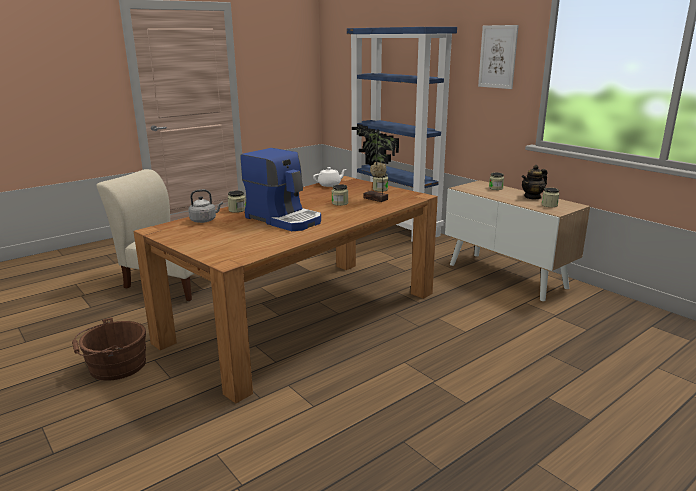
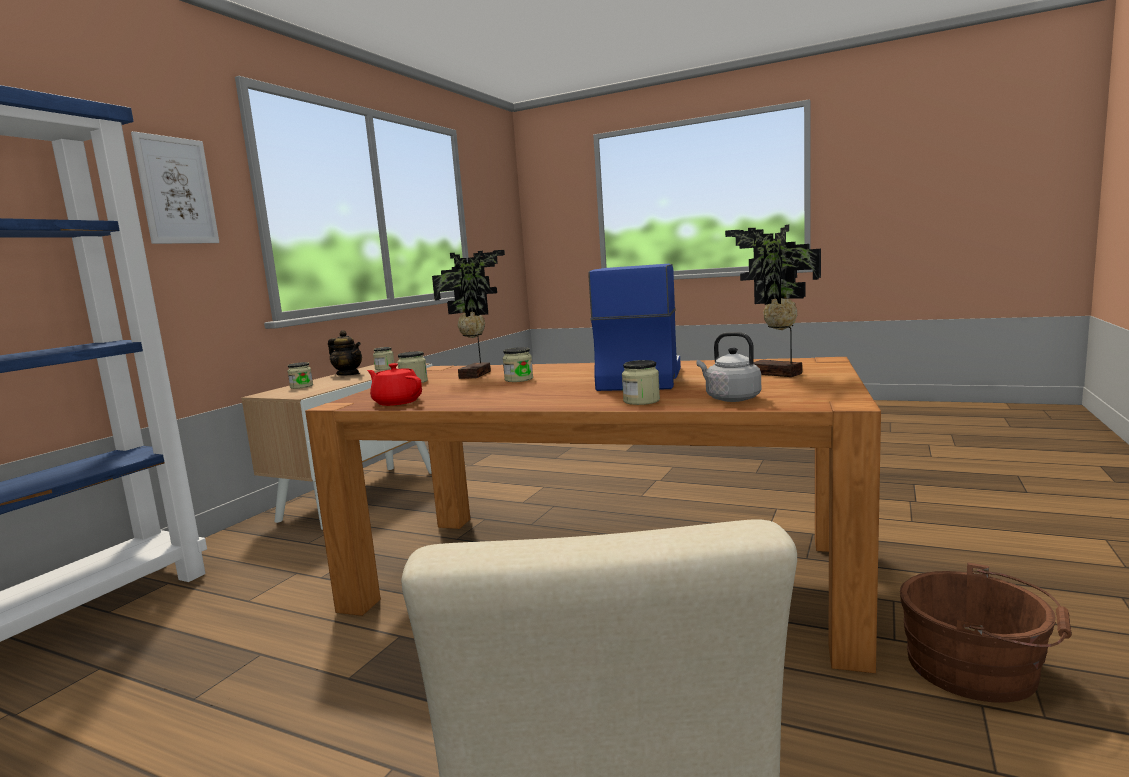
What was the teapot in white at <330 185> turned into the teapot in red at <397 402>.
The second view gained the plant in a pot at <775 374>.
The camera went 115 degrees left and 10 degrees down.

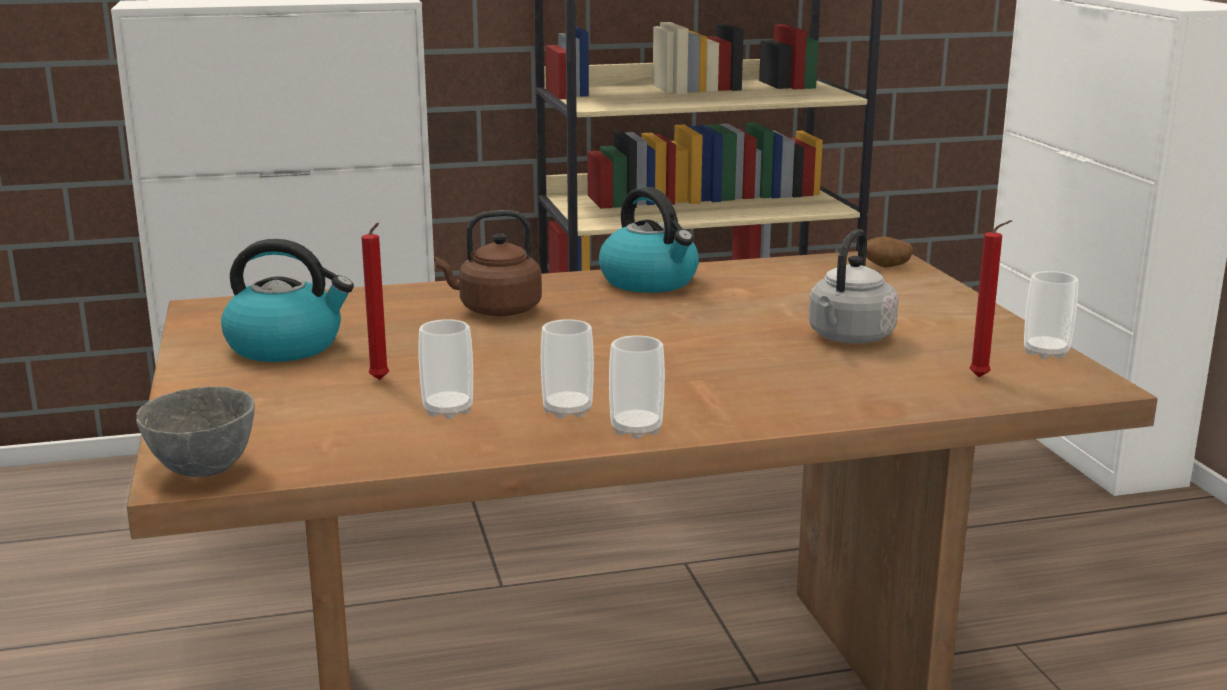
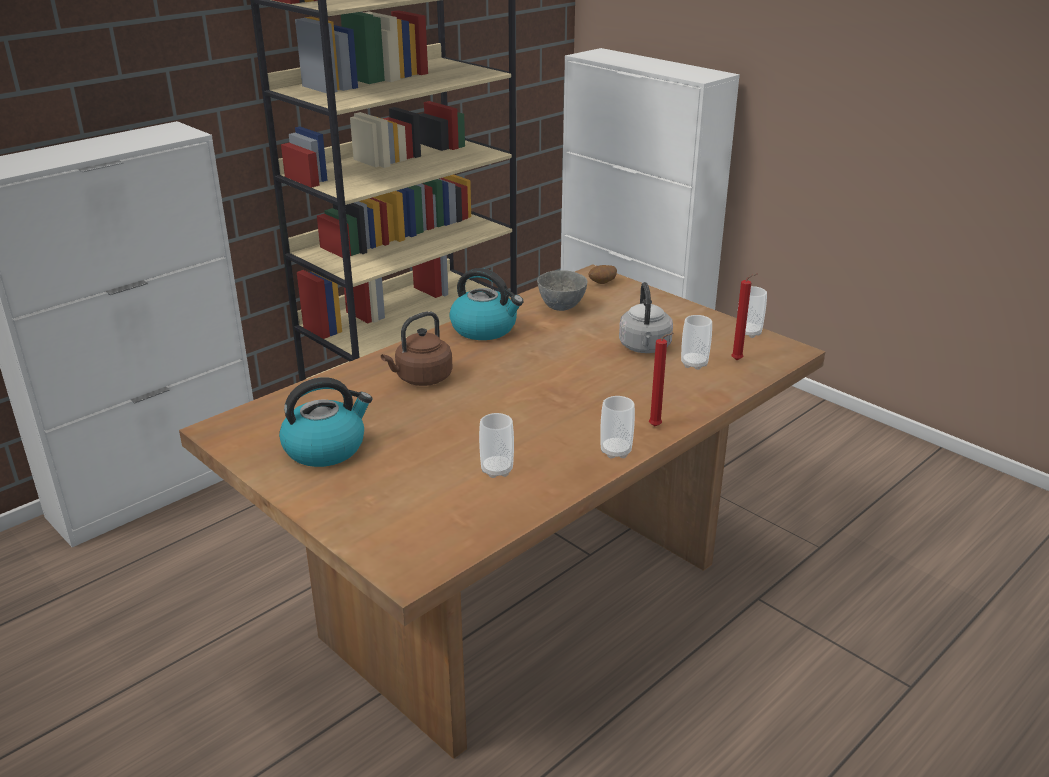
The wax candle in red ended up elsewhere, having gone from <381 381> to <657 427>.
The small cup ended up elsewhere, having gone from <567 410> to <694 364>.
The deep dish in gray ended up elsewhere, having gone from <205 470> to <562 307>.
The camera went 30 degrees left and 10 degrees up.

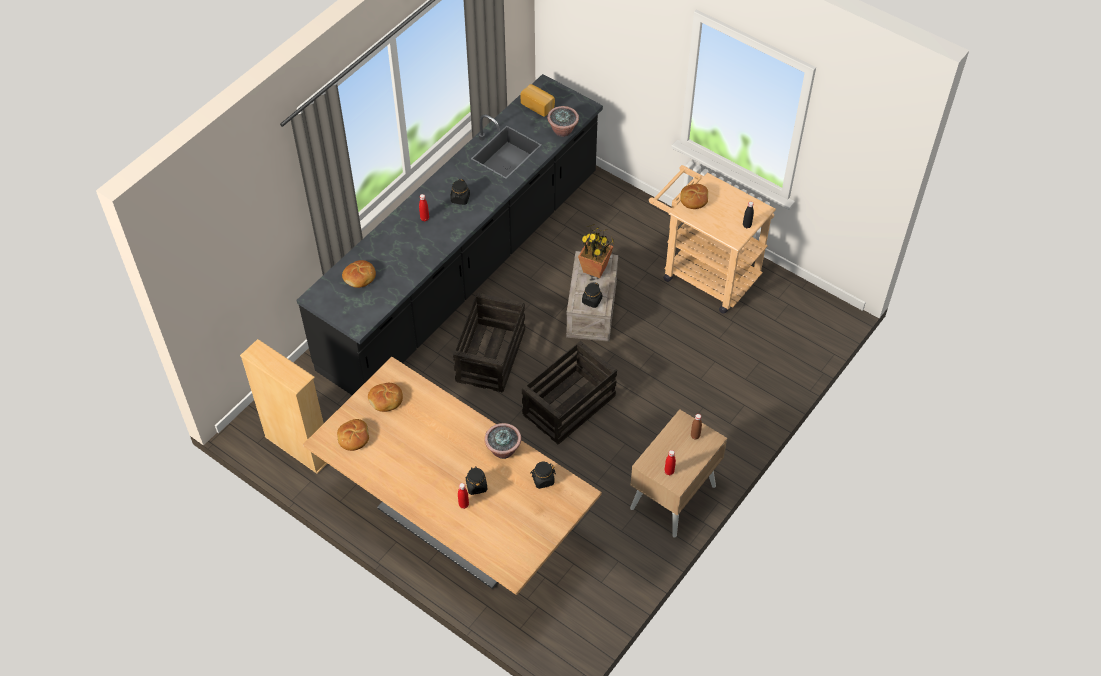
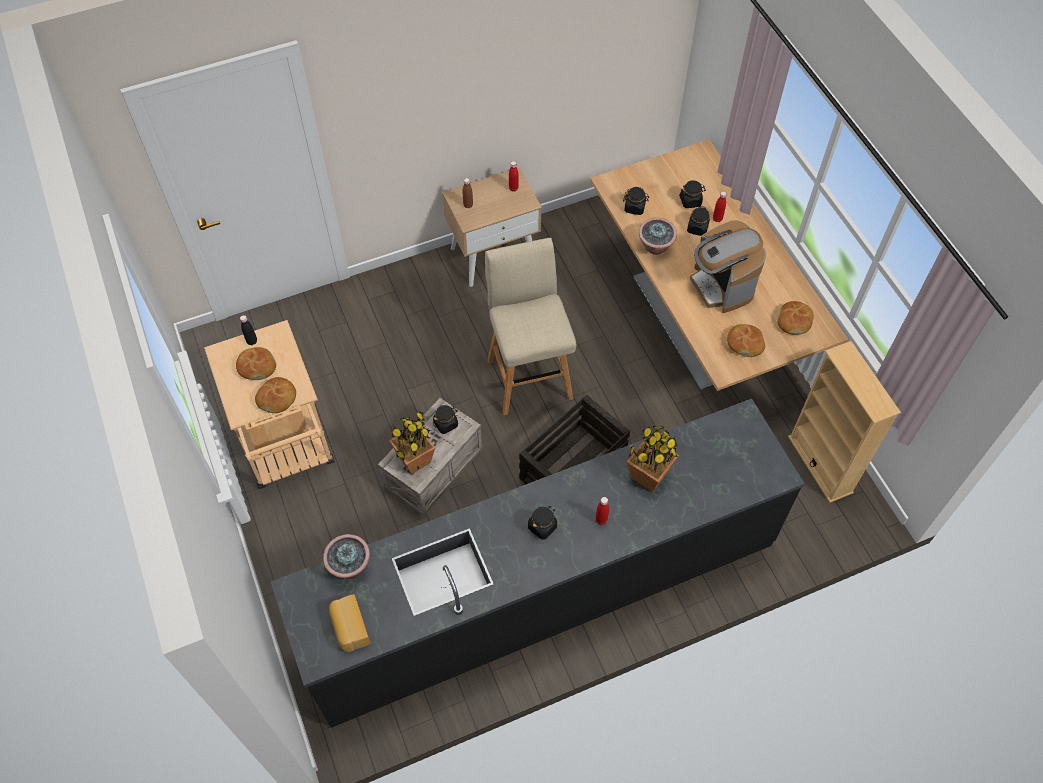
The baked bread ended up elsewhere, having gone from <360 277> to <257 367>.
Where the crate stood at <568 406>, the stool seat in beige-coloured came to stand at <529 376>.
The second view gained the preserve jar in black-coloured at <690 201>.
The second view gained the coffee brewer at <721 286>.
The second view gained the plant in a pot at <648 476>.
The camera went 150 degrees left and 5 degrees up.

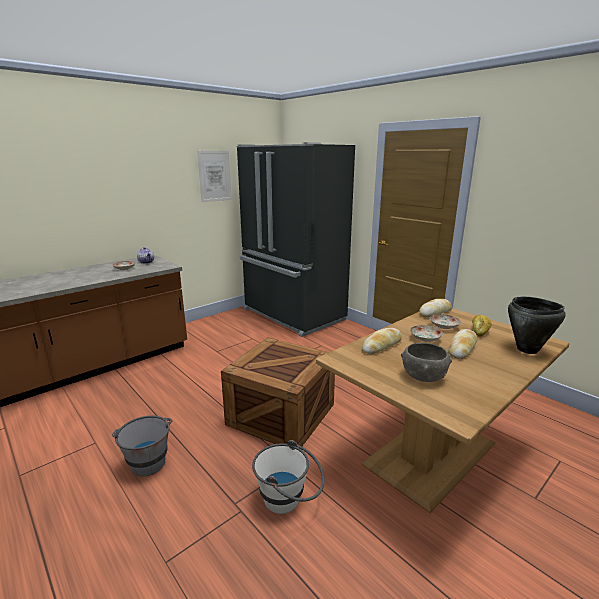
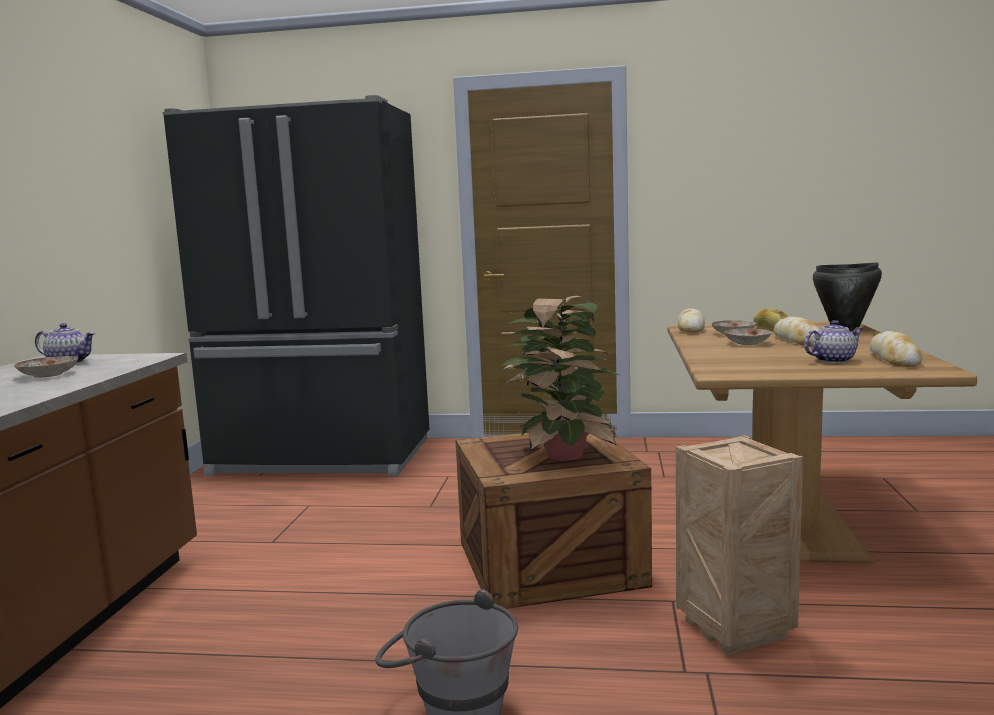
The second view lost the wall picture at <214 176>.
The baked bread ended up elsewhere, having gone from <381 345> to <894 359>.
Where the deep dish in gray stood at <423 376>, the teapot came to stand at <833 360>.
Where the pail in white stood at <289 500>, the crate came to stand at <737 630>.
The second view gained the plant in a pot at <562 456>.
The camera went 40 degrees left and 10 degrees down.

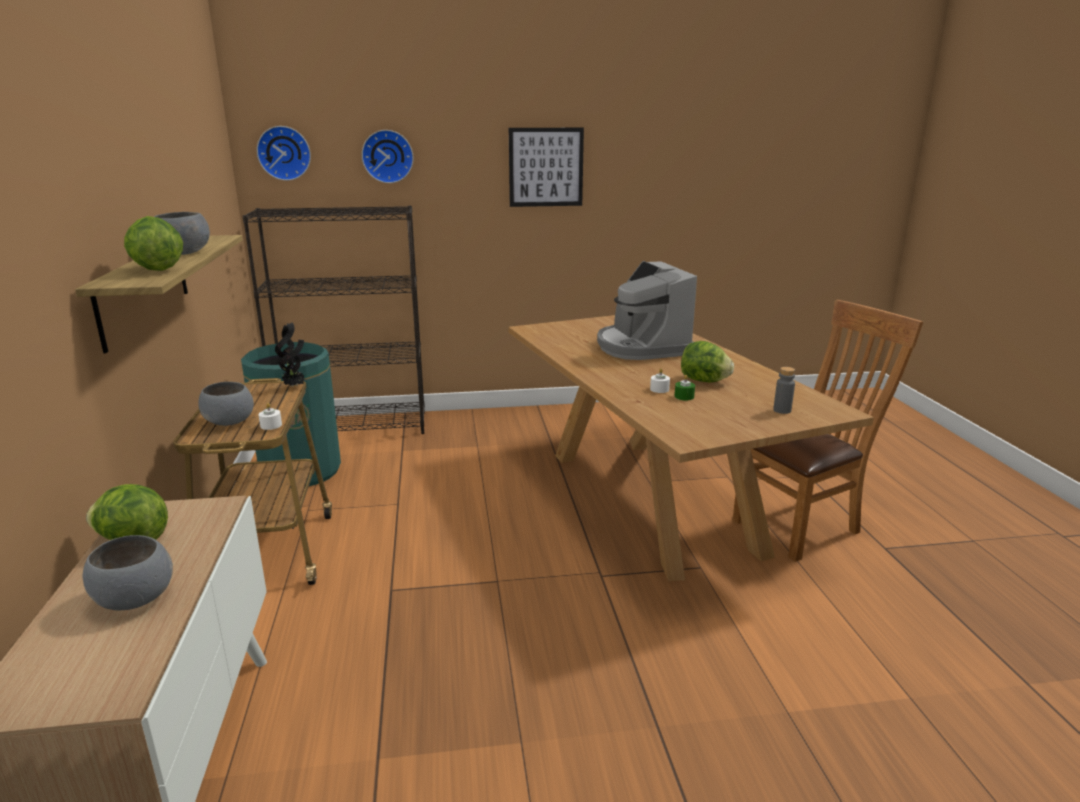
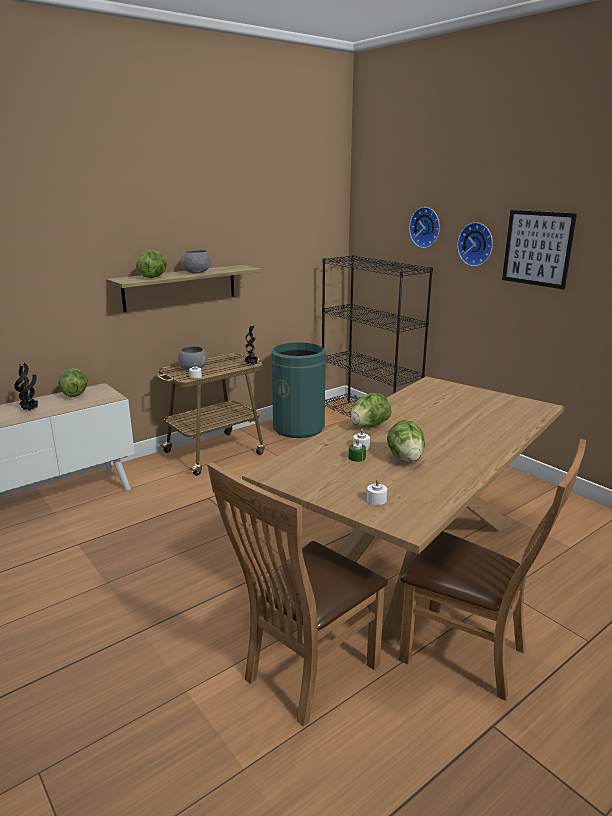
The clock on the wall ended up elsewhere, having gone from <284 153> to <476 244>.
The second view lost the coffee brewer at <641 347>.
Where the bottle in gray stood at <782 410>, the wax candle in white came to stand at <376 499>.
Where the deep dish in gray stood at <135 599>, the plant in a pot came to stand at <30 410>.
The second view gained the head of lettuce at <369 426>.
The second view gained the upright chair in brown at <304 674>.
The camera went 60 degrees right and 0 degrees up.

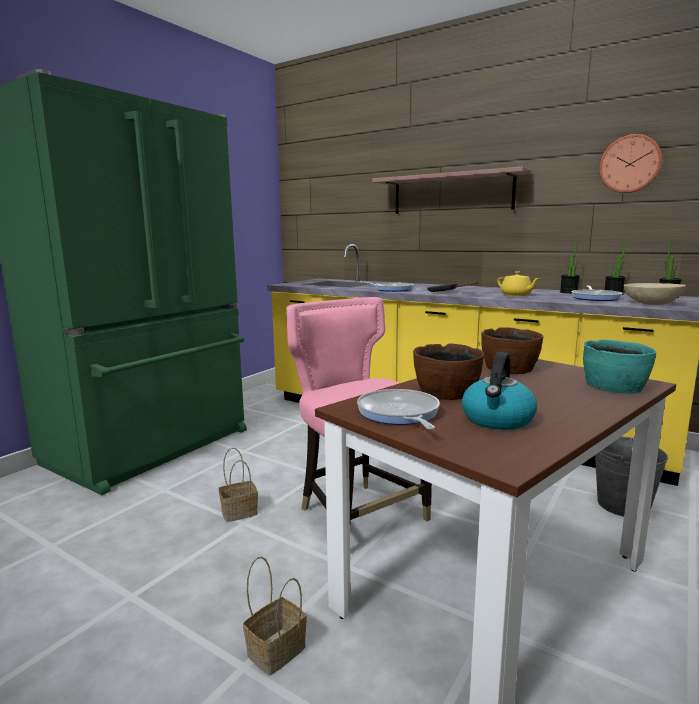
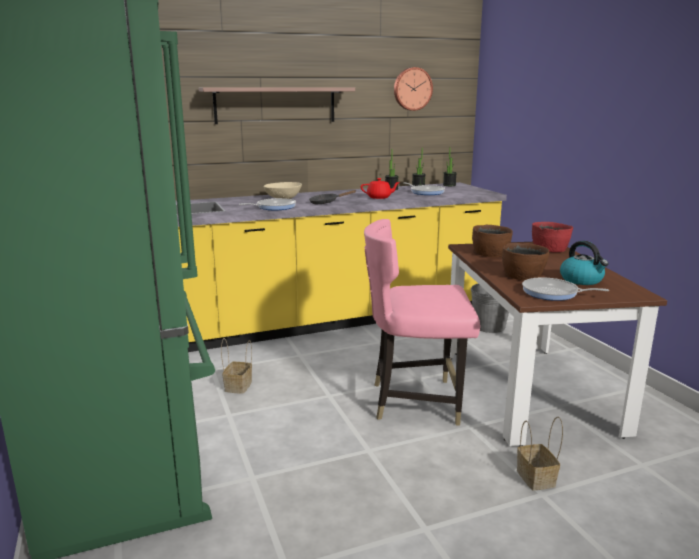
What was the teapot in yellow at <516 295> turned into the teapot in red at <379 197>.
The deep dish in beige-coloured ended up elsewhere, having gone from <652 304> to <283 198>.
What was the deep dish in blue-green at <615 386> turned into the deep dish in red at <549 249>.
The basket ended up elsewhere, having gone from <238 513> to <238 387>.
The camera went 55 degrees left and 5 degrees up.

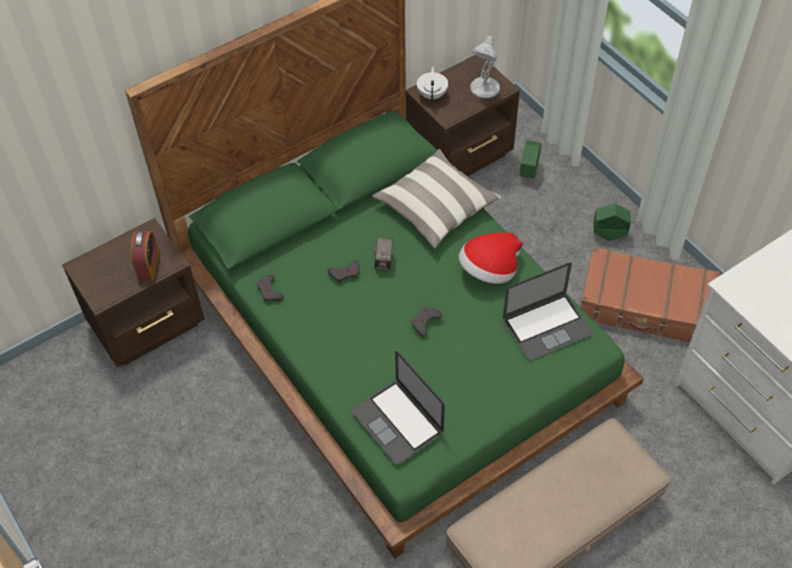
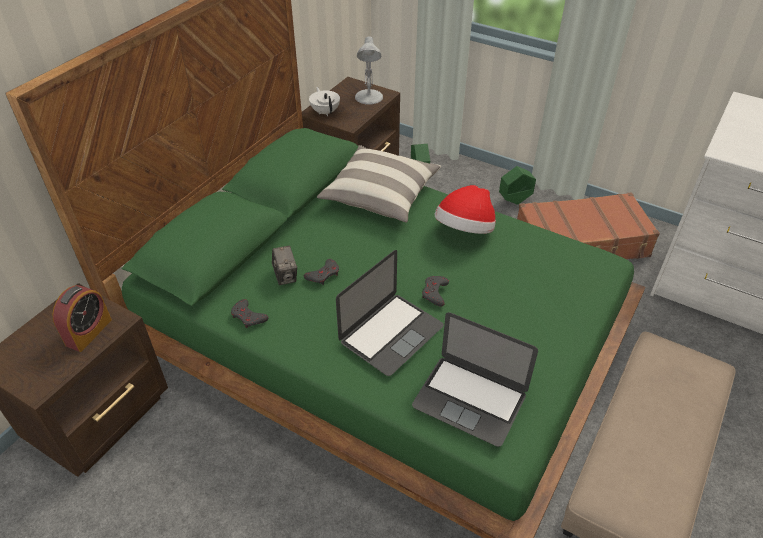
The bedside clock at <148 265> ended up facing another way, 45 degrees clockwise from before.
The photo camera ended up elsewhere, having gone from <383 261> to <286 276>.
The portable computer ended up elsewhere, having gone from <546 326> to <391 333>.
The camera went 25 degrees left and 10 degrees down.

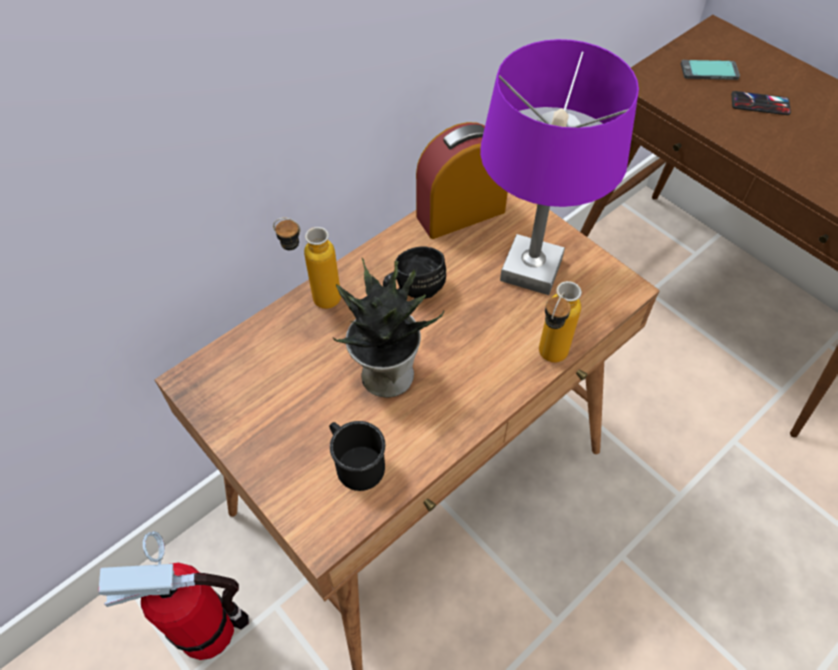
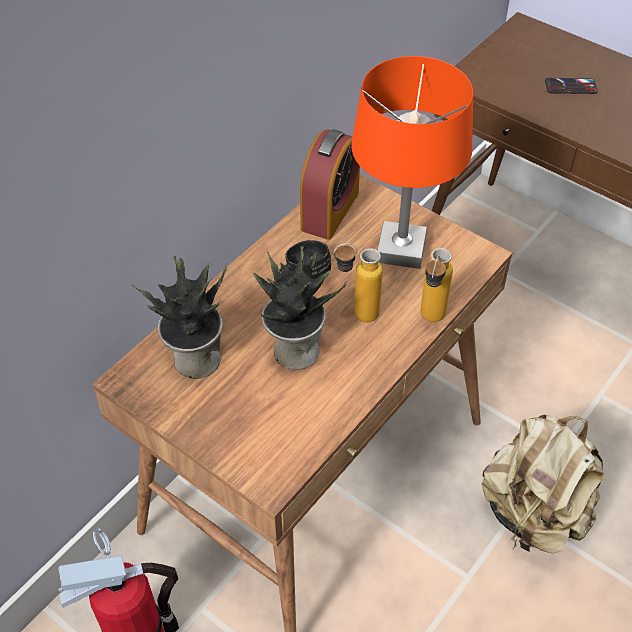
What was the tabletop lamp in purple-coloured at <531 269> turned into the tabletop lamp in orange-coloured at <401 249>.
The second view lost the handset at <709 71>.
The bedside clock at <460 213> ended up facing another way, 150 degrees clockwise from before.
The bottle ended up elsewhere, having gone from <315 298> to <355 315>.
The second view lost the tea mug in black-coloured at <355 463>.
The second view gained the plant in a pot at <195 360>.
The second view gained the backpack in beige-coloured at <533 513>.
The camera went 10 degrees left and 5 degrees down.

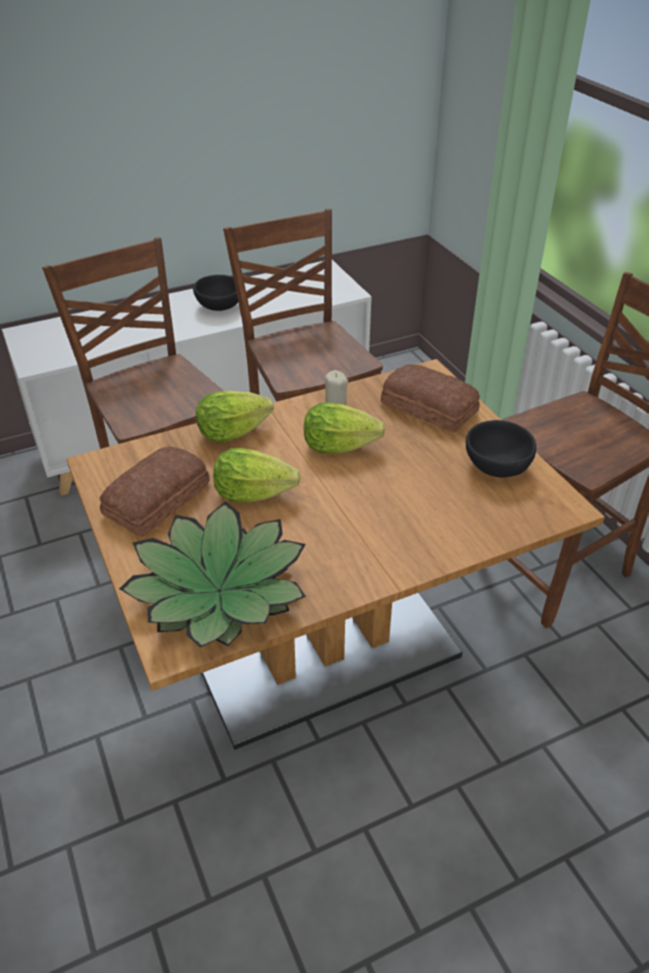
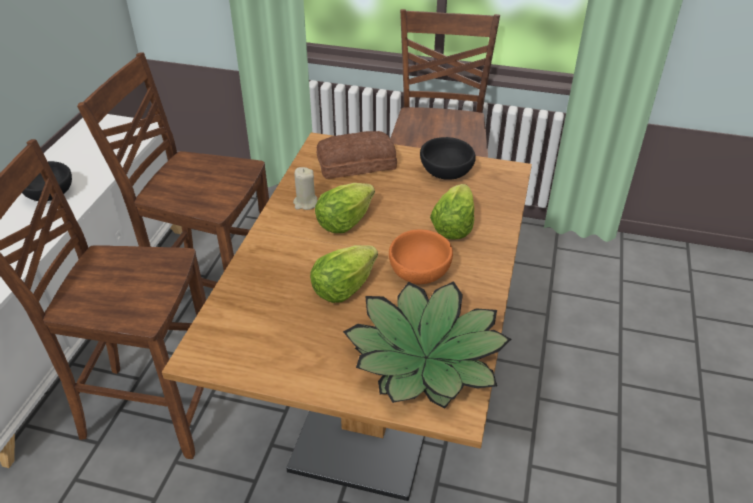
The head of lettuce ended up elsewhere, having gone from <232 432> to <453 227>.
The second view lost the baked bread at <159 500>.
The second view gained the deep dish in orange-coloured at <421 272>.
The camera went 50 degrees left and 0 degrees up.

